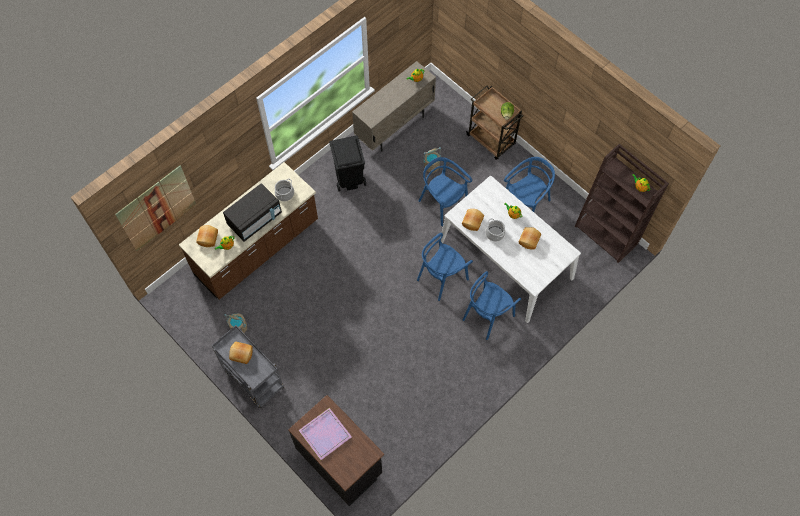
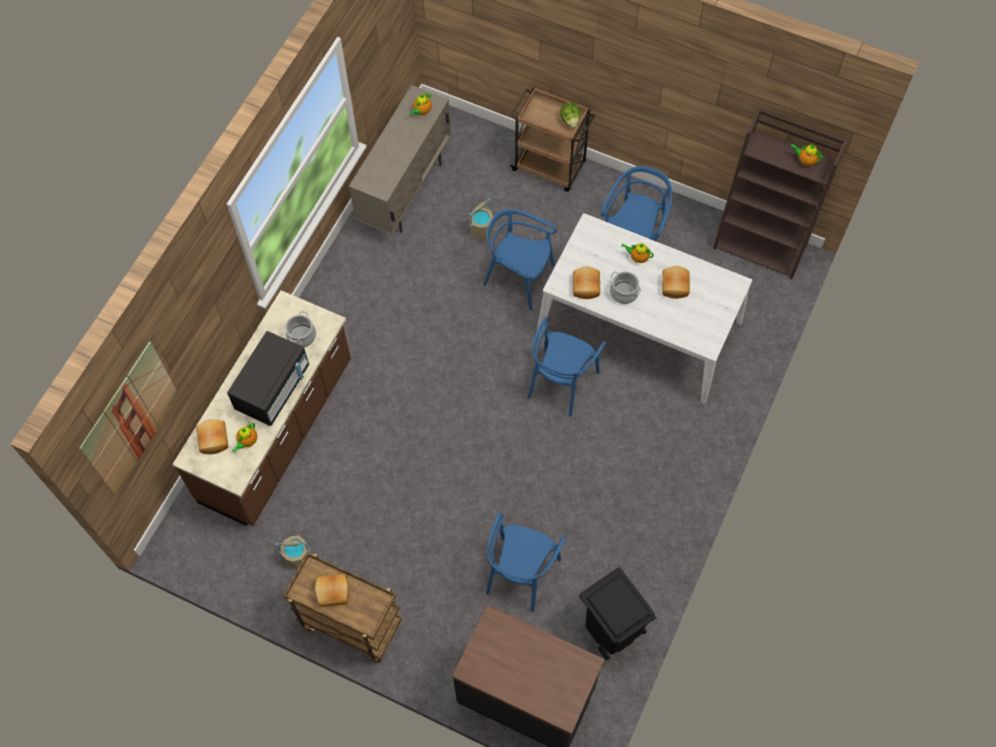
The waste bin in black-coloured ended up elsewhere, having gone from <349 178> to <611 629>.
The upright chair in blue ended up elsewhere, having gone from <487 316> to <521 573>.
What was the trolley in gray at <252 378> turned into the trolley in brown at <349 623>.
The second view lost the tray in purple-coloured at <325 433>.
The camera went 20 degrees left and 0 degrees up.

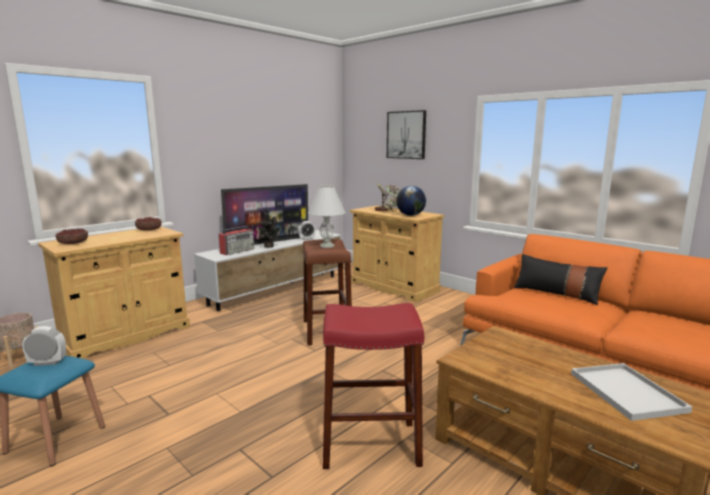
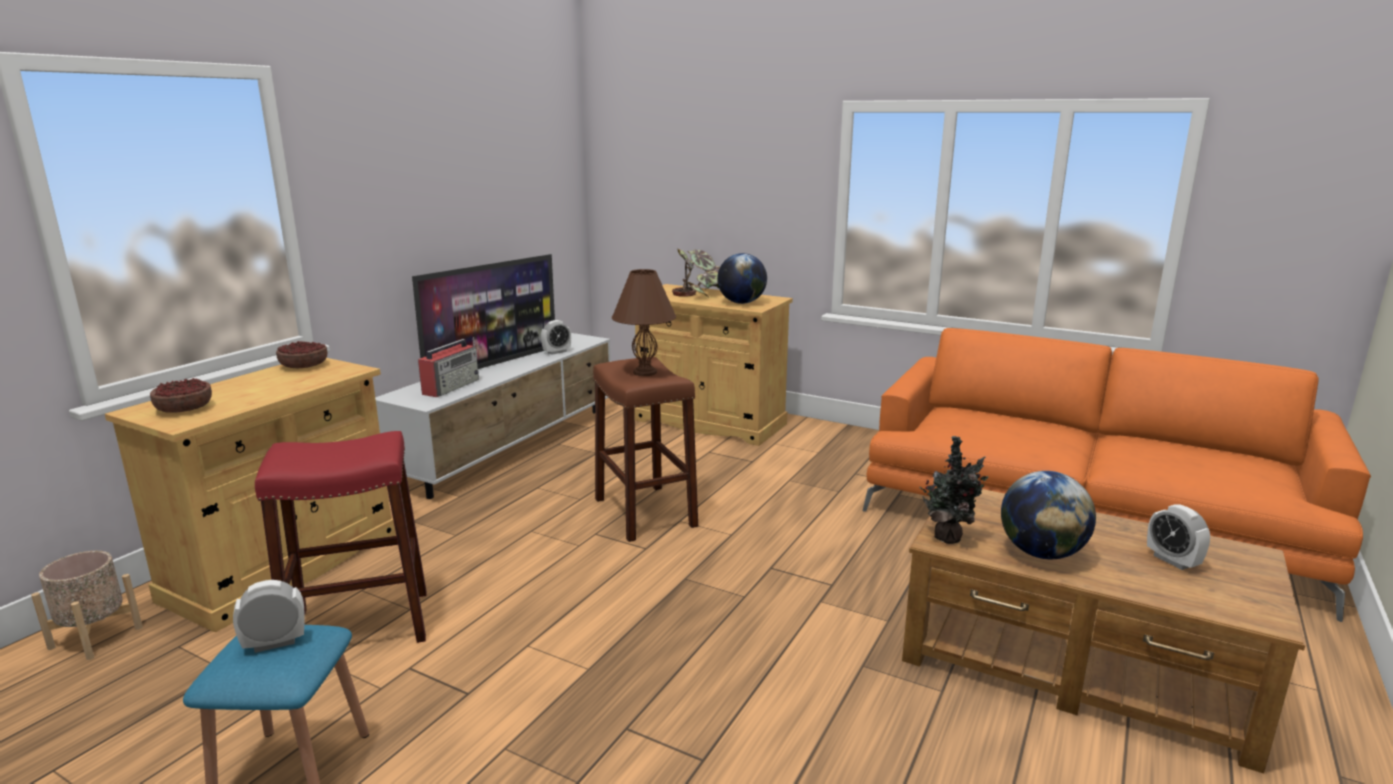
The second view lost the wall picture at <406 135>.
What was the tabletop lamp in white at <327 246> turned into the tabletop lamp in brown at <645 372>.
The plant in a pot ended up elsewhere, having gone from <269 246> to <948 537>.
The second view lost the pillow in black-coloured at <556 293>.
The stool seat in red ended up elsewhere, having gone from <370 444> to <359 626>.
Where the tray in white stood at <628 392>, the bedside clock came to stand at <1172 561>.
The second view gained the world globe at <1041 553>.
The camera went 15 degrees left and 5 degrees up.

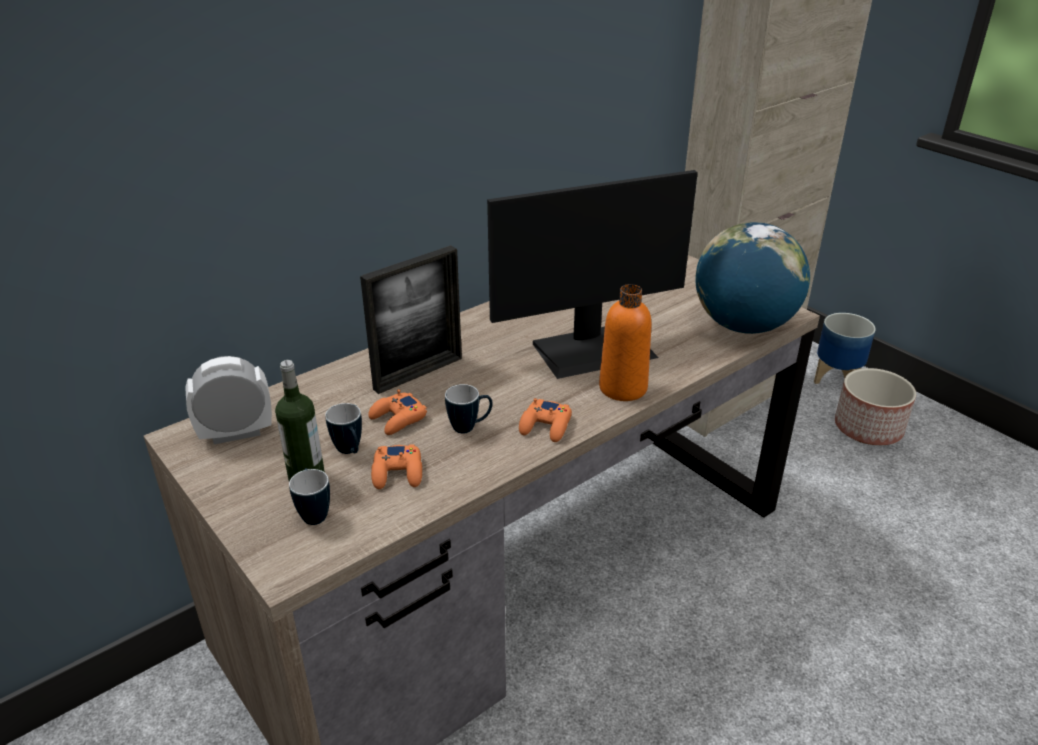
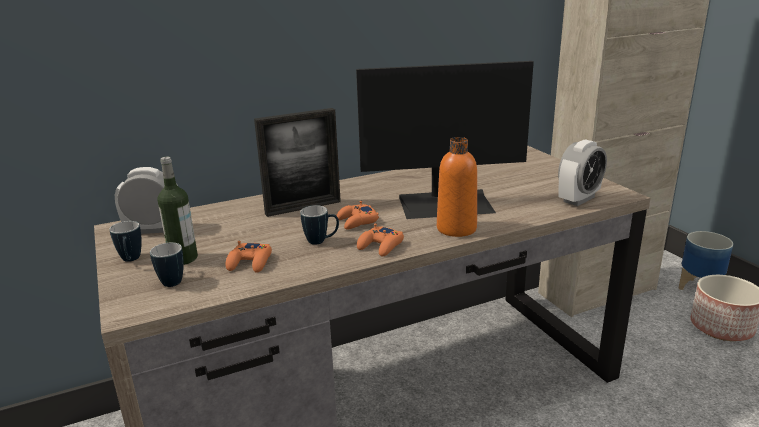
Where the world globe stood at <743 326>, the bedside clock came to stand at <578 199>.
The game controller in orange-coloured ended up elsewhere, having gone from <398 419> to <357 221>.
The tea mug ended up elsewhere, having gone from <350 452> to <131 260>.
The camera went 15 degrees right and 10 degrees down.

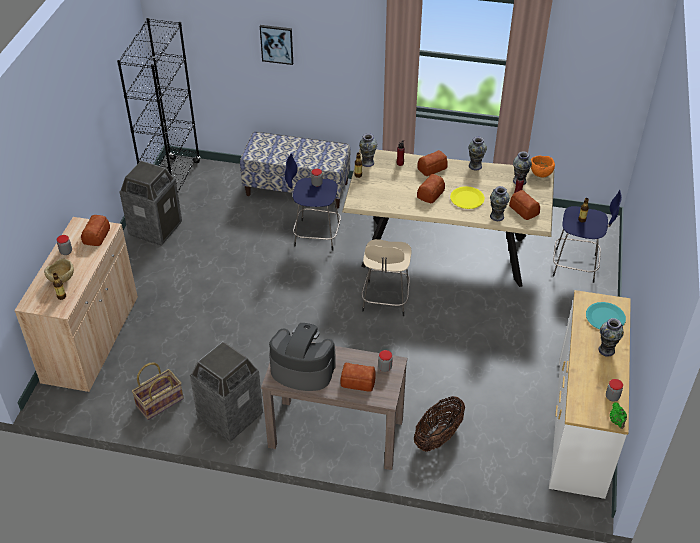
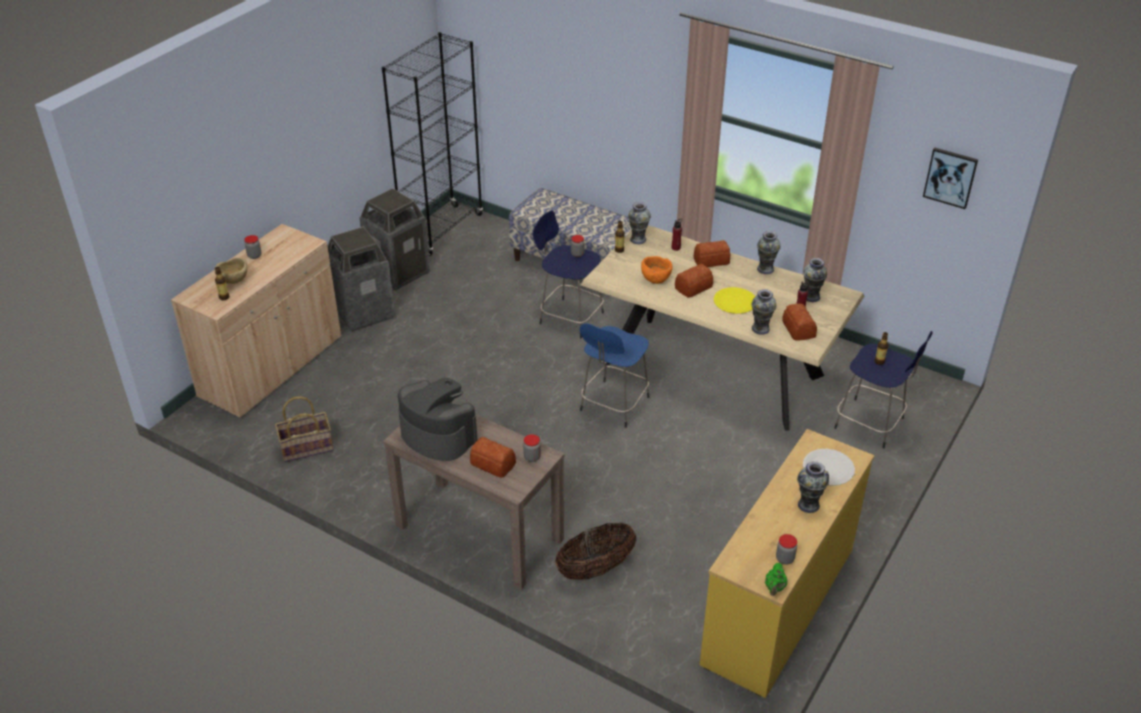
The wall picture ended up elsewhere, having gone from <277 44> to <950 177>.
The deep dish in orange-coloured ended up elsewhere, having gone from <540 173> to <656 279>.
The second view lost the baked bread at <97 235>.
What was the stool seat in beige-coloured at <385 300> turned into the stool seat in blue at <613 405>.
What was the dresser in white at <581 426> turned into the dresser in yellow at <779 606>.
What was the dinner plate in blue-green at <605 317> turned into the dinner plate in white at <828 468>.
The waste bin ended up elsewhere, having gone from <230 416> to <363 312>.
The camera went 20 degrees right and 5 degrees down.

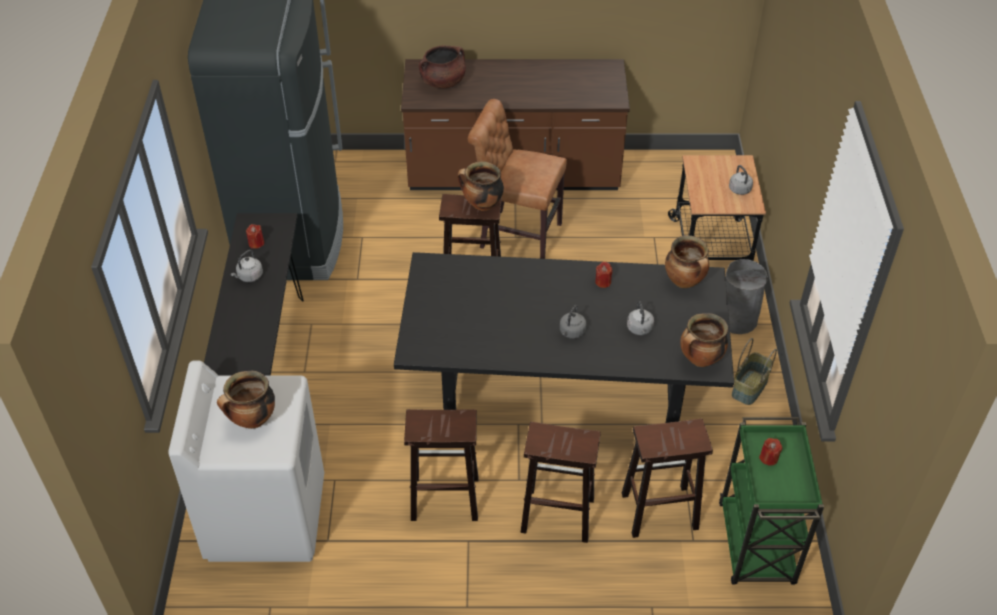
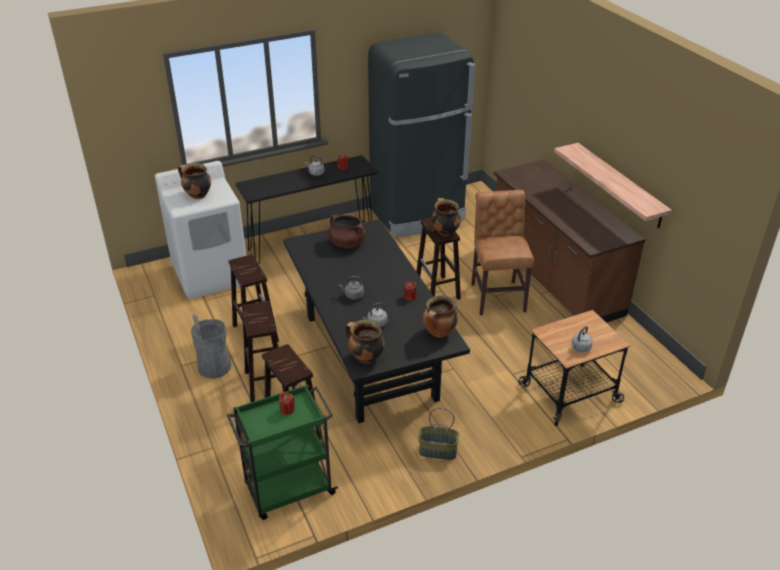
The stockpot in brown ended up elsewhere, having gone from <443 82> to <347 243>.
The waste bin in gray ended up elsewhere, having gone from <736 318> to <214 367>.
The second view gained the wall shelf at <619 185>.
The camera went 65 degrees right and 10 degrees down.

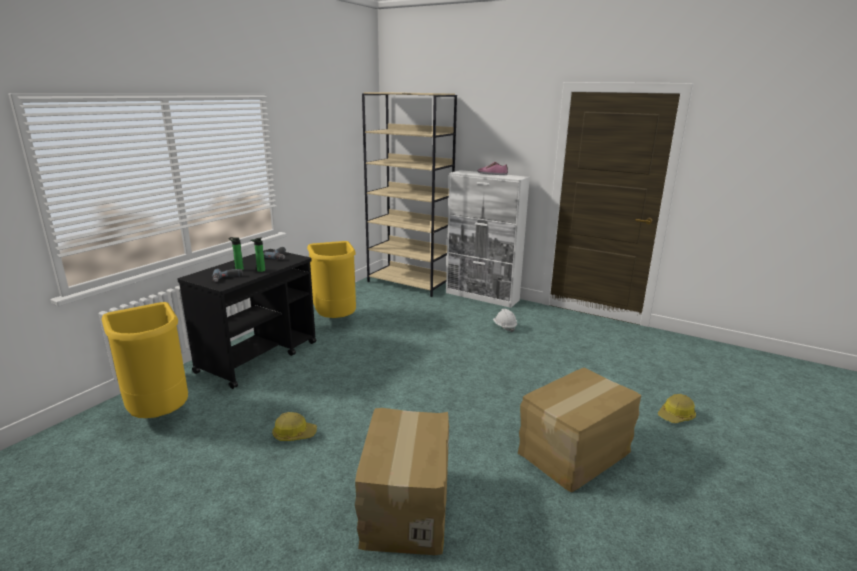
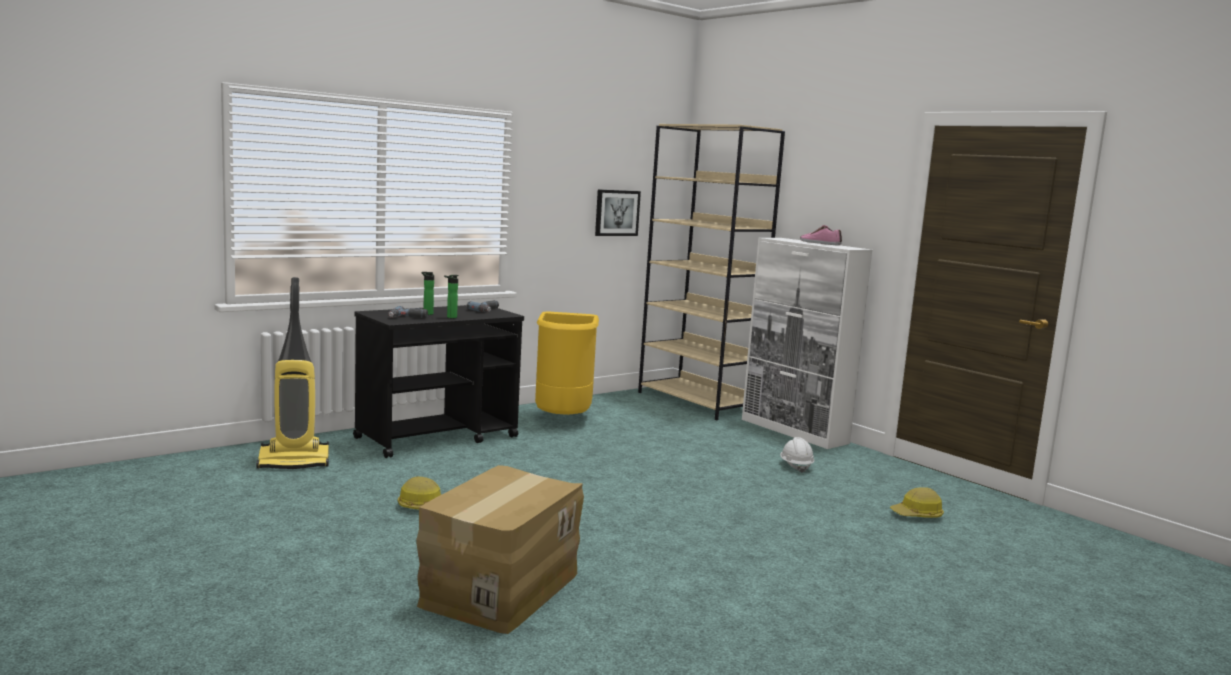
Where the waste bin in yellow stood at <160 412>, the vacuum came to stand at <295 462>.
The second view lost the packing box at <575 453>.
The hard hat ended up elsewhere, having gone from <676 416> to <917 515>.
The second view gained the wall picture at <616 213>.
The camera went 20 degrees right and 10 degrees down.

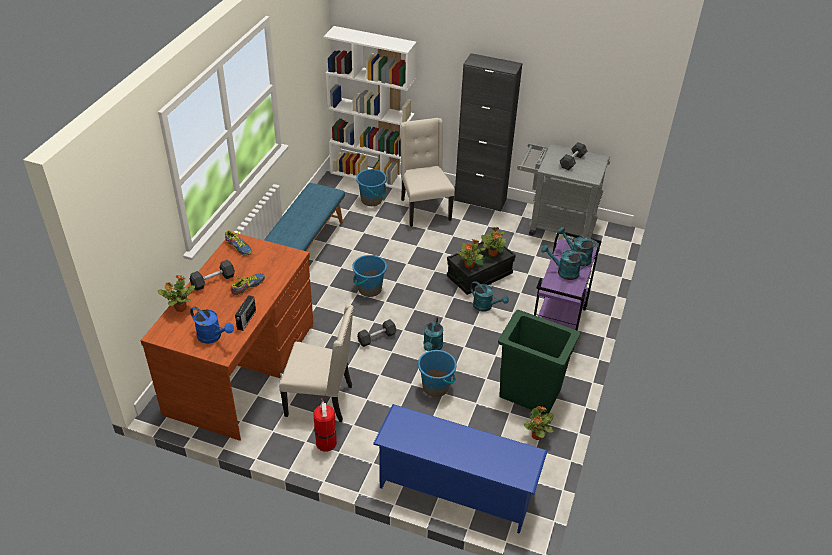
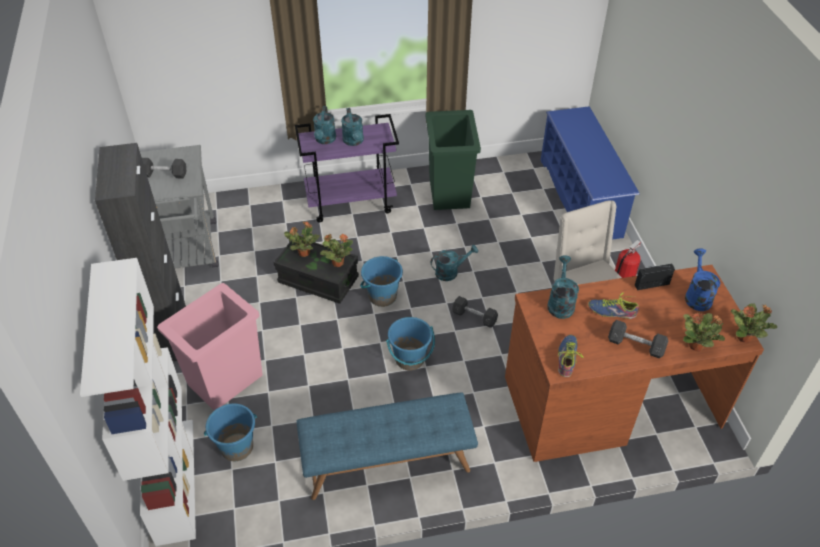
Where the upright chair in beige-coloured stood at <424 209>, the waste bin in pink-coloured came to stand at <224 380>.
The watering can in blue-green ended up elsewhere, having gone from <486 306> to <560 303>.
The pail in blue ended up elsewhere, having gone from <436 387> to <382 296>.
The plant in a pot ended up elsewhere, having gone from <536 436> to <744 337>.
The camera went 120 degrees left and 5 degrees up.

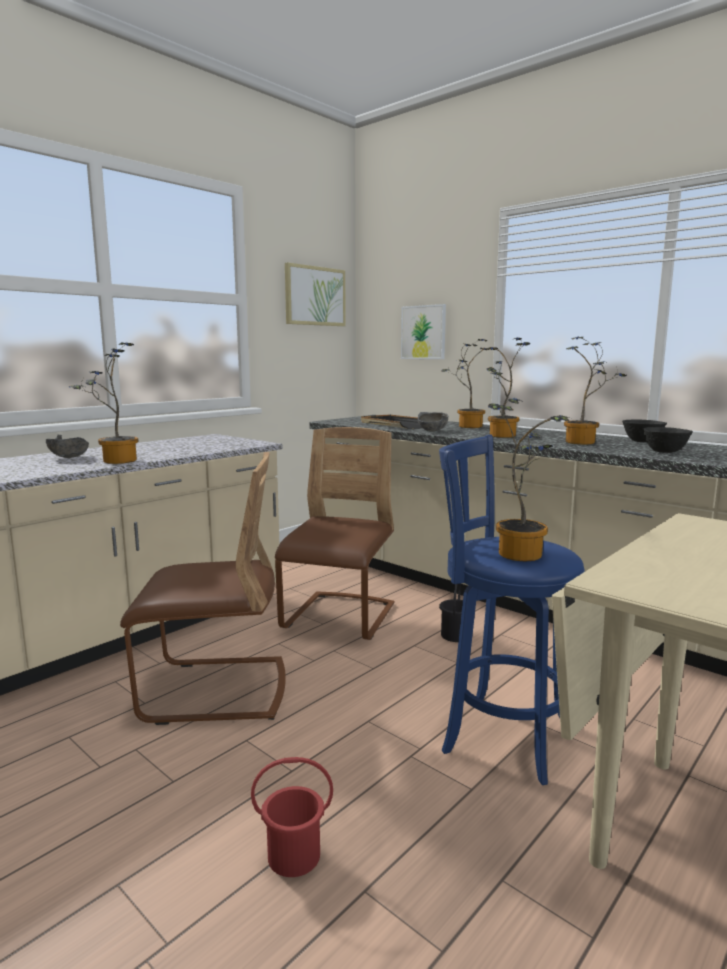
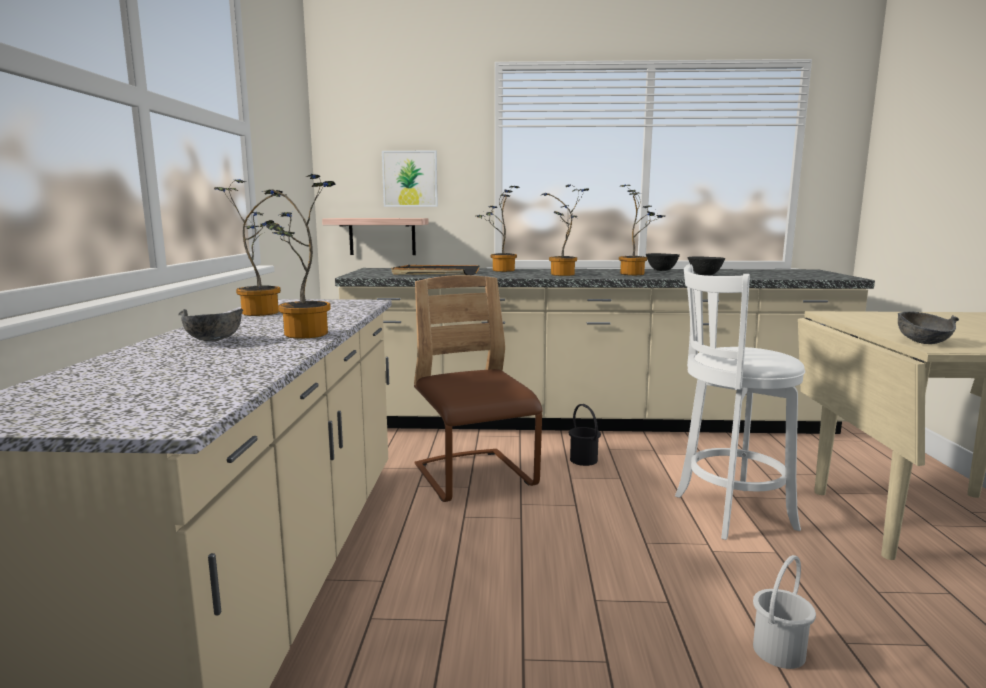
The second view lost the wall picture at <315 296>.
The plant in a pot ended up elsewhere, having gone from <521 552> to <261 312>.
The deep dish in gray ended up elsewhere, having gone from <432 430> to <923 342>.
What was the stool seat in blue at <499 733> turned into the stool seat in white at <728 512>.
The second view lost the upright chair in brown at <215 690>.
What was the pail in red at <294 856> turned into the pail in white at <780 651>.
The second view gained the wall shelf at <382 236>.
The camera went 40 degrees left and 0 degrees up.

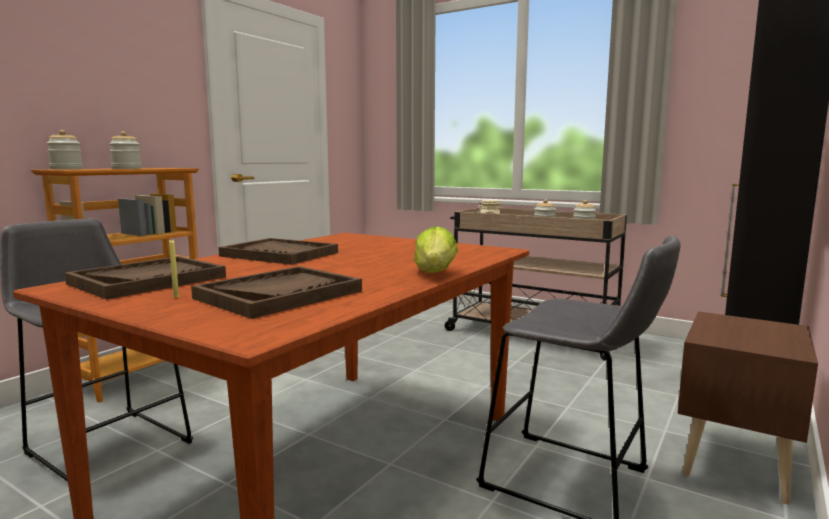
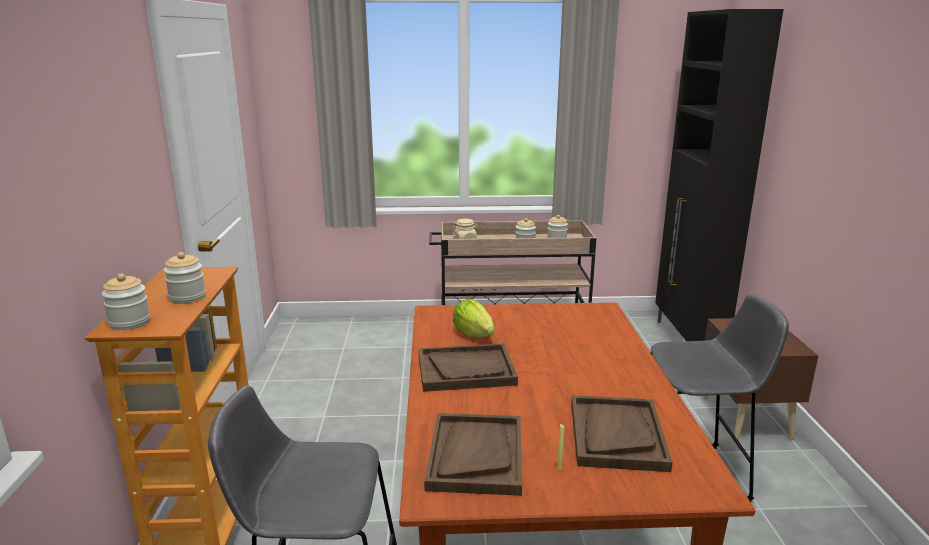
The head of lettuce ended up elsewhere, having gone from <435 273> to <474 334>.
The camera went 35 degrees left and 10 degrees up.

